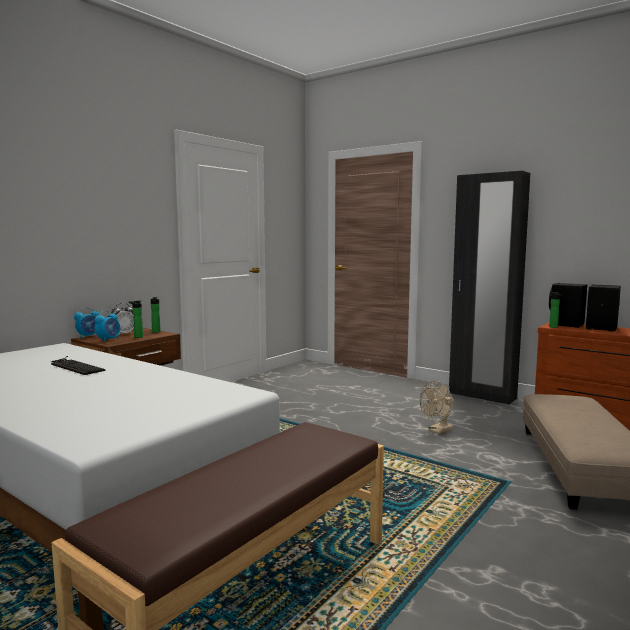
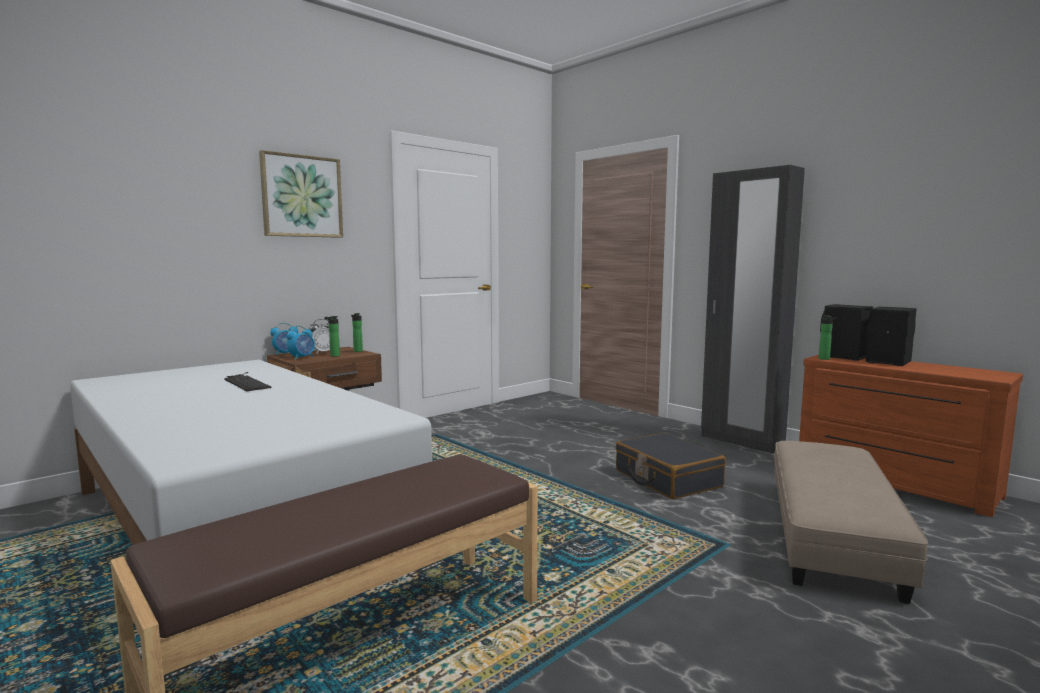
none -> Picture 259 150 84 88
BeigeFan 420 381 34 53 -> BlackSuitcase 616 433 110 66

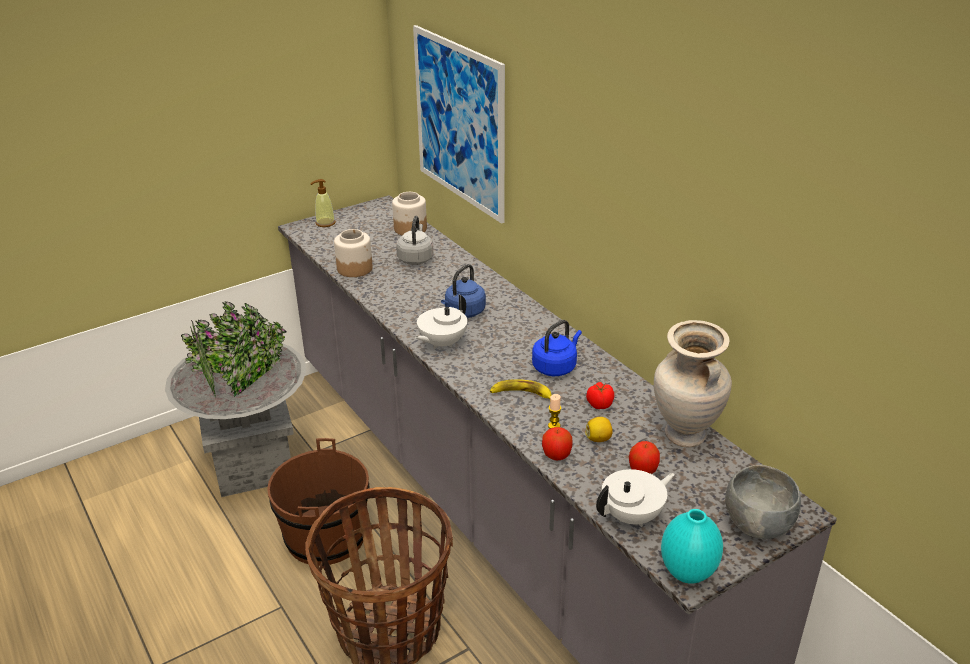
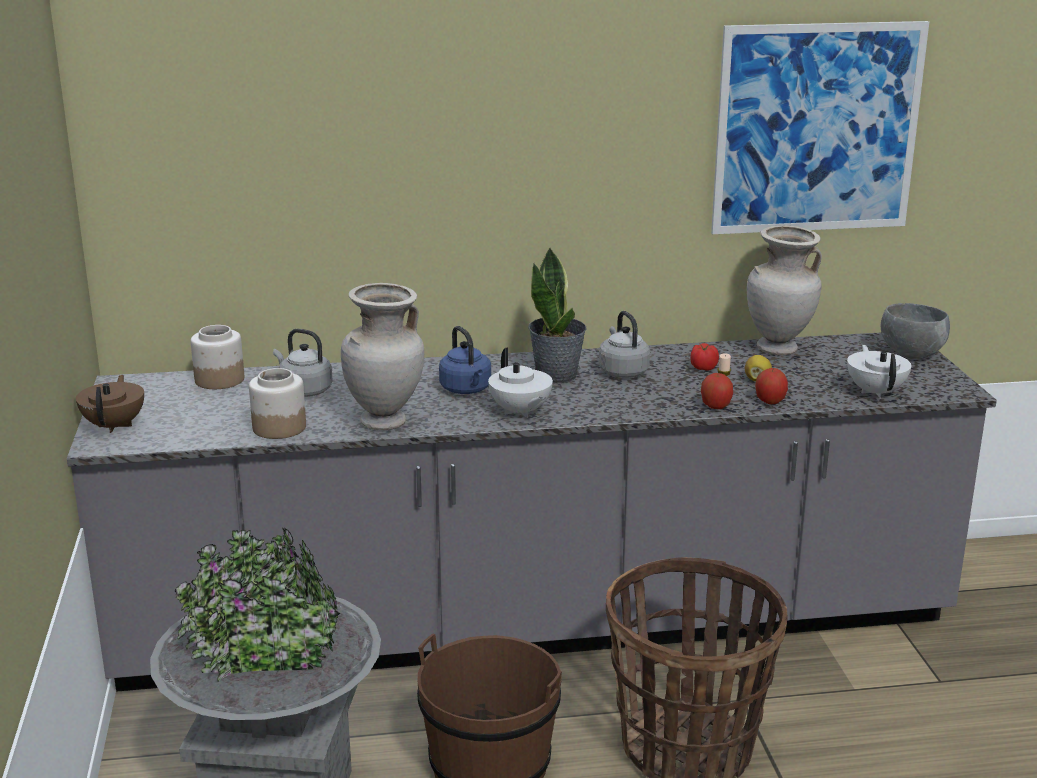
SoapDispenser 310 179 26 48 -> BrownTeapot 76 375 68 58
none -> BeigeVase 341 283 83 147
none -> PottedPlant 528 247 59 136
BlueKettle 532 320 50 56 -> GreyKettle 599 311 51 67
Apple 629 441 31 33 -> Apple 701 373 32 36, relocated
Picture 413 25 92 199 -> Picture 711 21 218 213, relocated
Banana 490 380 62 19 -> none
TurquoiseVase 661 509 62 75 -> none

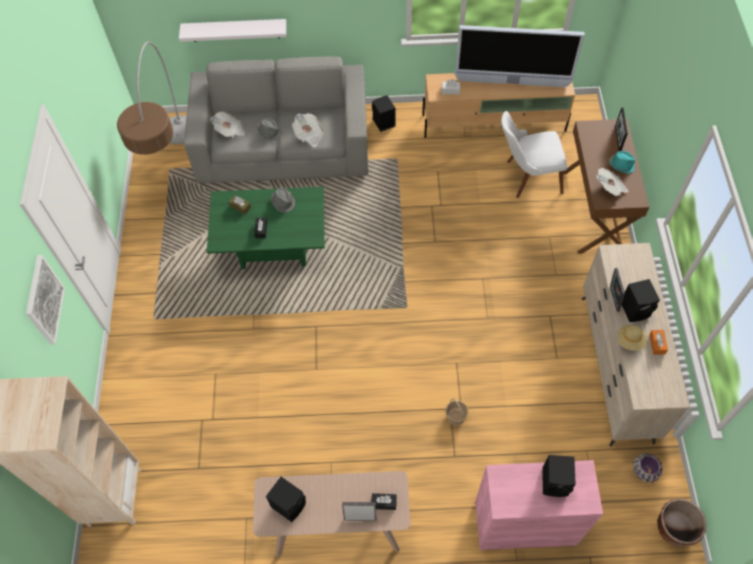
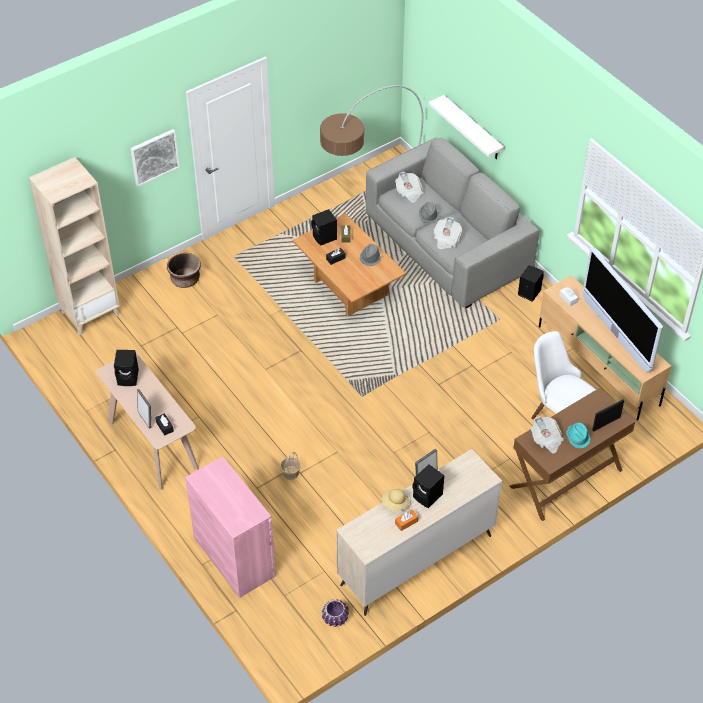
BrownPlanter 657 499 49 48 -> BrownPlanter 167 253 34 35, relocated
GreenCoffeeTable 207 187 118 82 -> BrownCoffeeTable 292 213 114 103
BlackSpeaker 542 455 34 42 -> BlackSpeaker 311 209 26 37, relocated

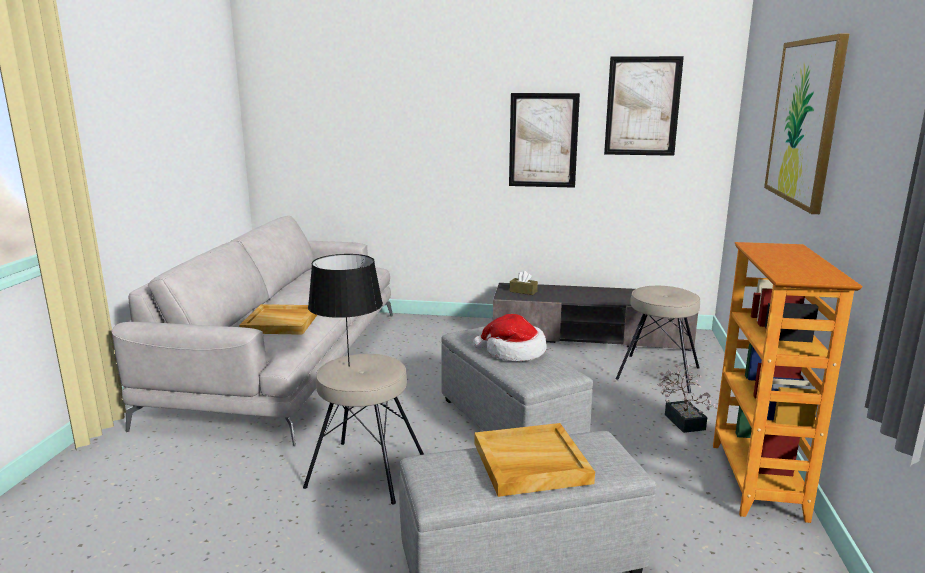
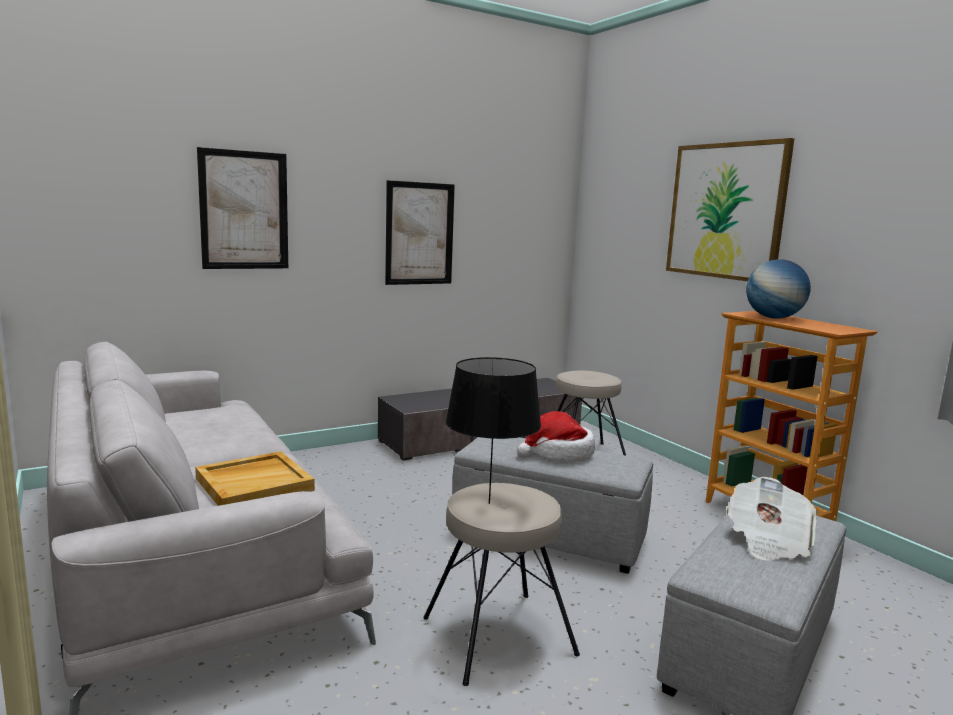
Picture 604 56 80 100 -> Picture 197 147 91 122, relocated
BeigeTray 474 423 121 74 -> Newspaper 726 477 91 84
none -> Globe 746 259 65 60
BrownTissueBox 509 271 29 24 -> none
PottedPlant 657 364 60 69 -> none

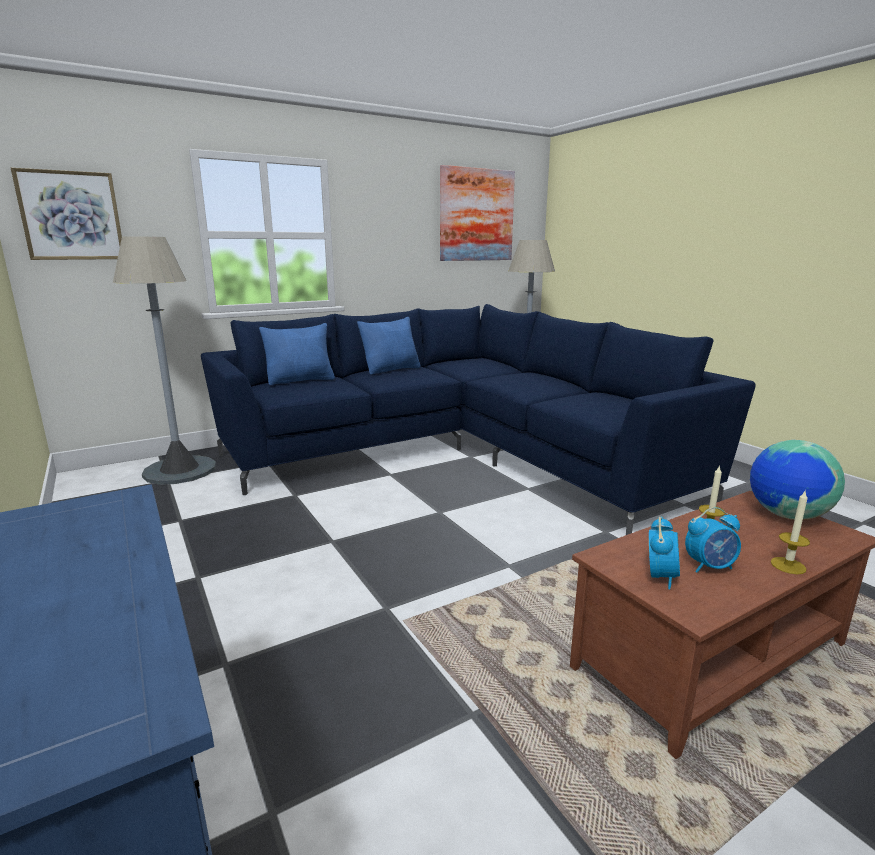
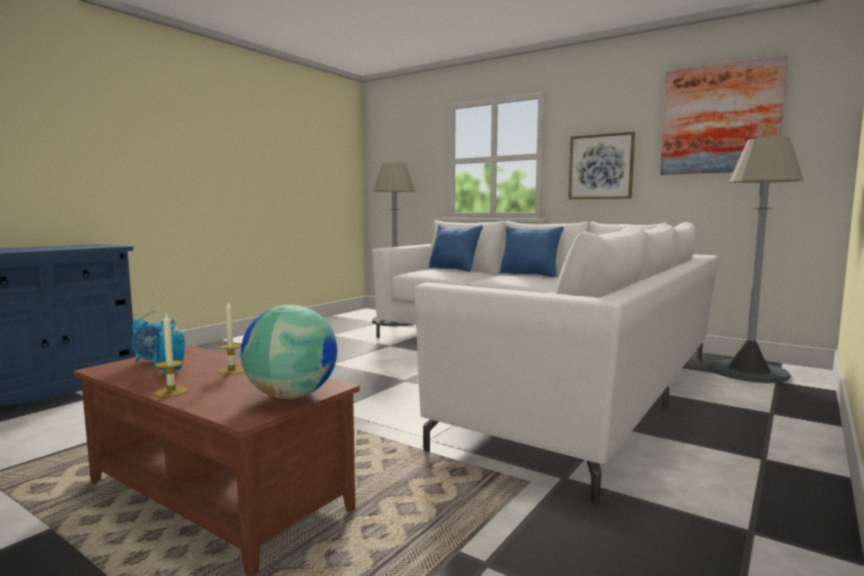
BlueSofa 201 304 555 231 -> WhiteSofa 372 220 347 284
Picture 11 168 111 92 -> Picture 568 132 67 67, relocated

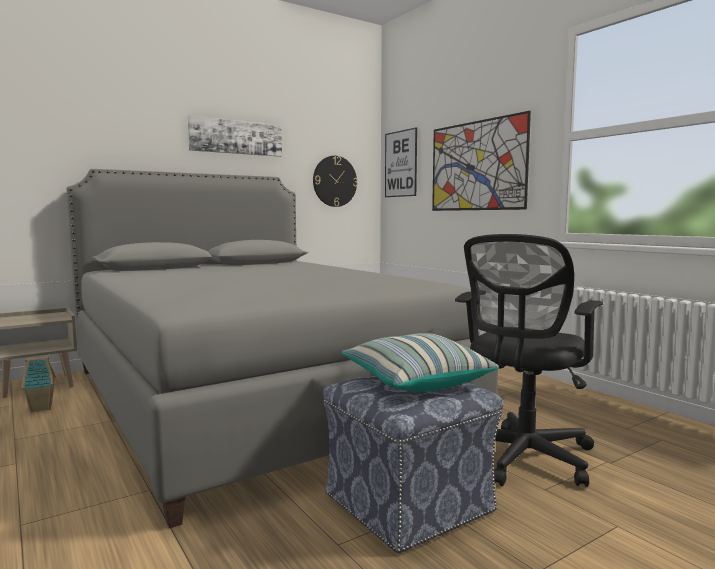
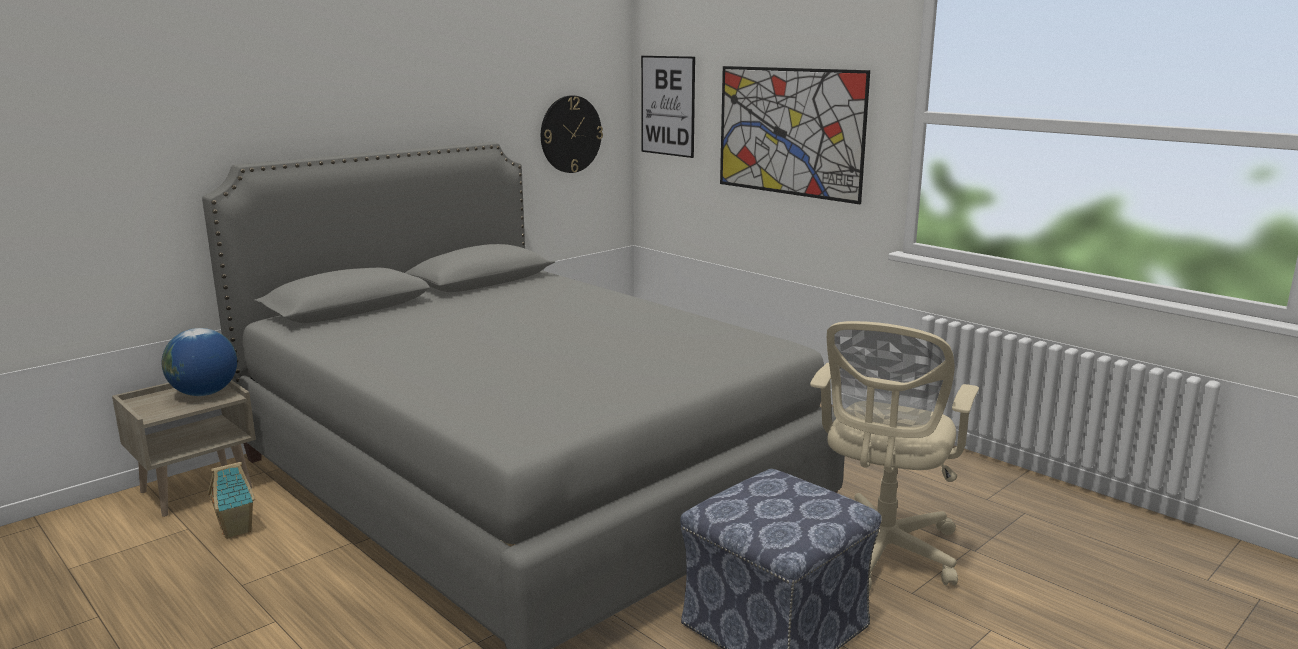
none -> Globe 162 328 75 68
BlackOfficeChair 455 234 148 253 -> BeigeOfficeChair 810 321 169 271
Picture 188 115 94 42 -> none
Pillow 341 333 158 59 -> none

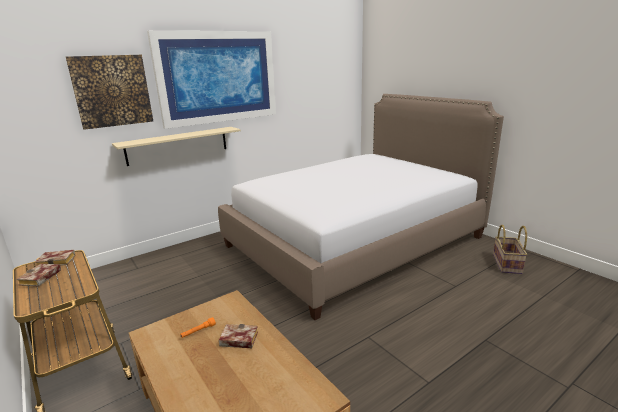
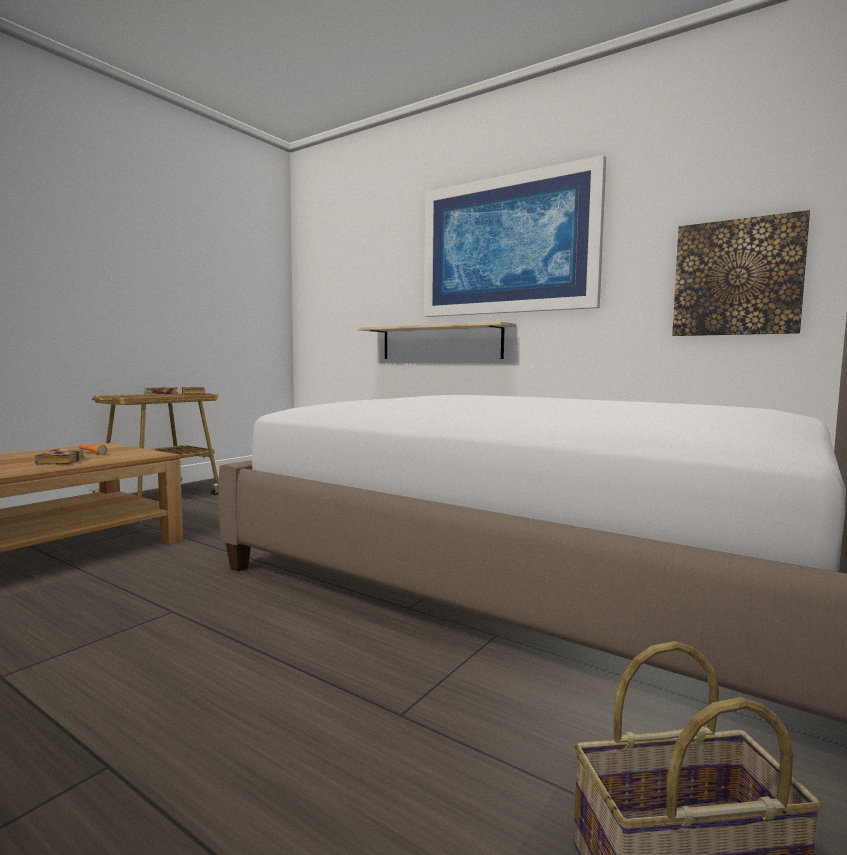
Picture 66 55 87 75 -> Picture 672 210 138 126, relocated

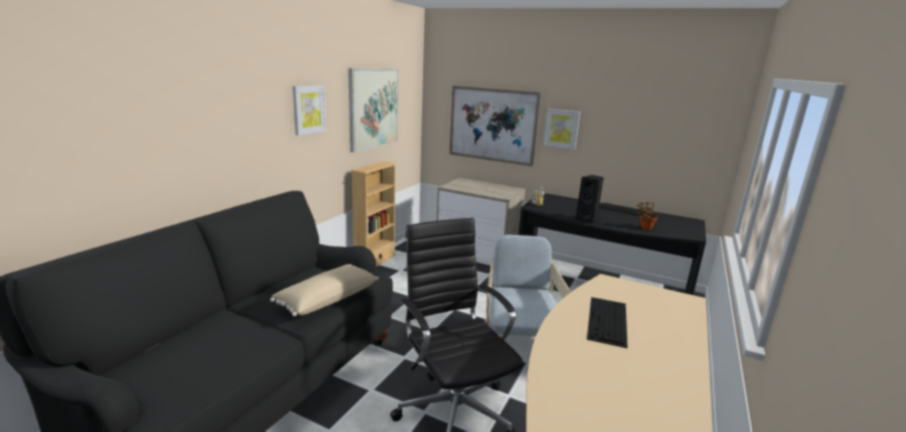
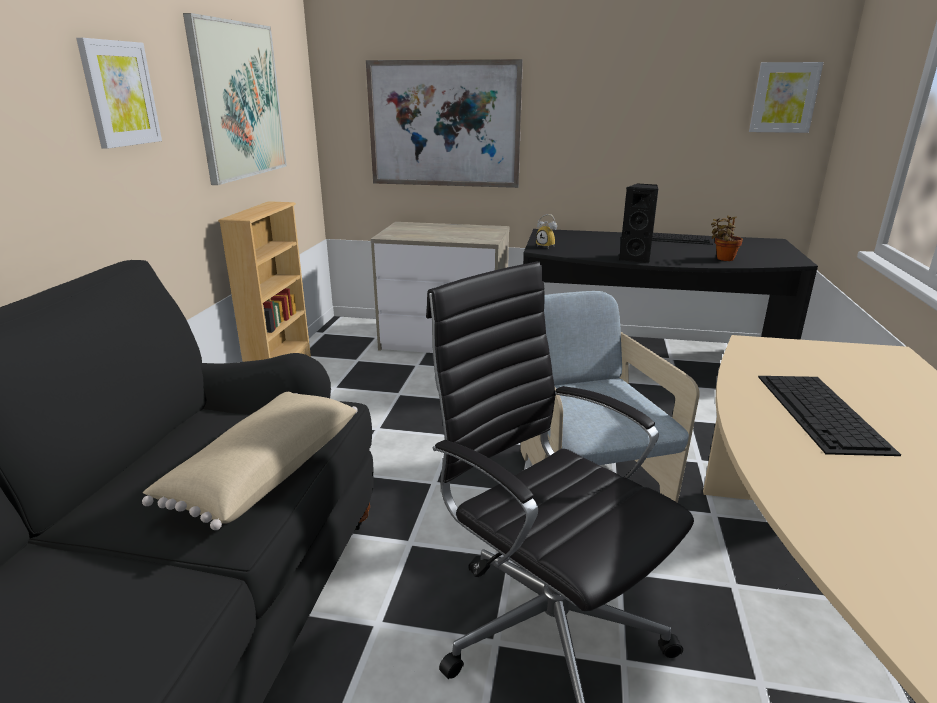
Picture 543 109 37 41 -> Picture 749 62 75 71, relocated

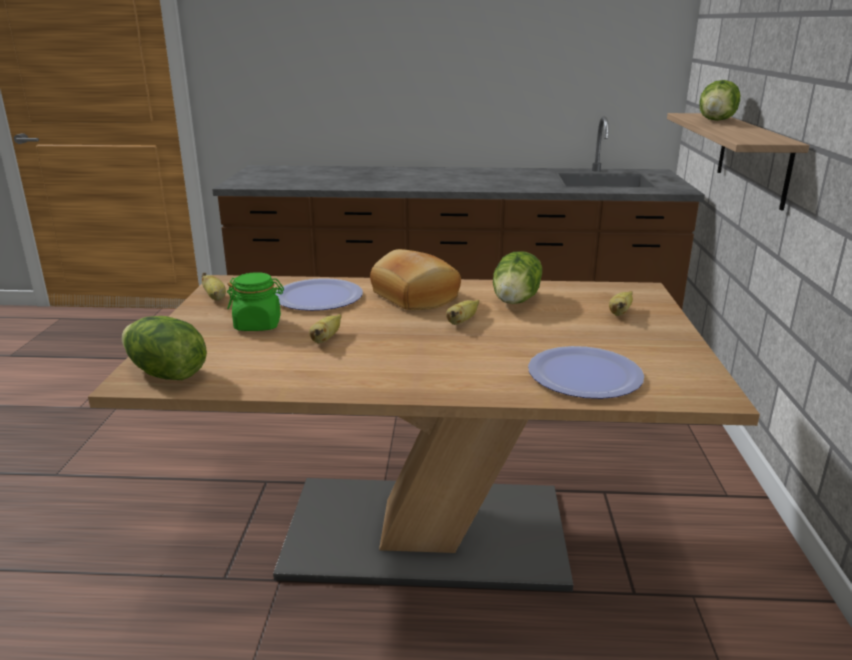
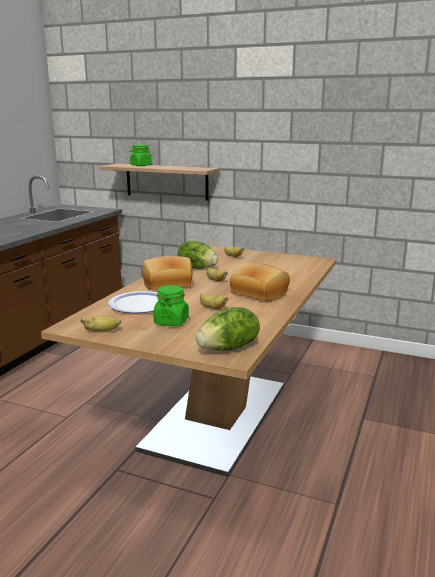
Lettuce 699 80 41 41 -> GreenJar 130 145 22 21
none -> Bread 230 263 60 38
Plate 528 346 116 53 -> none

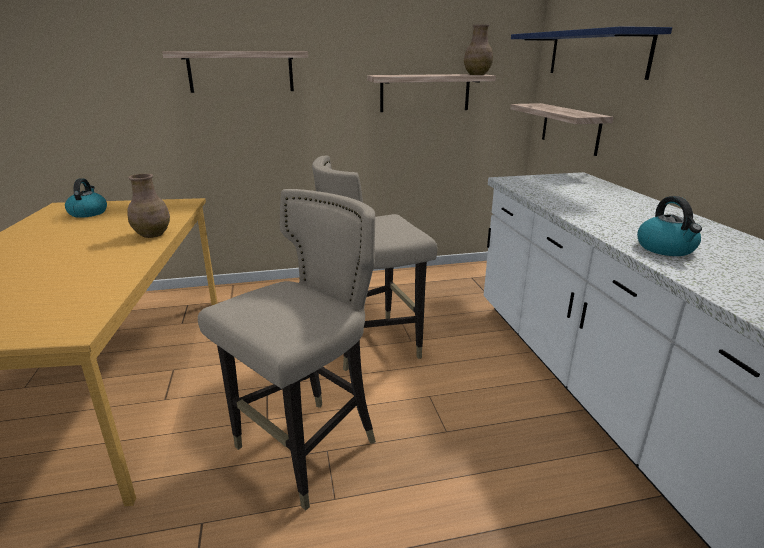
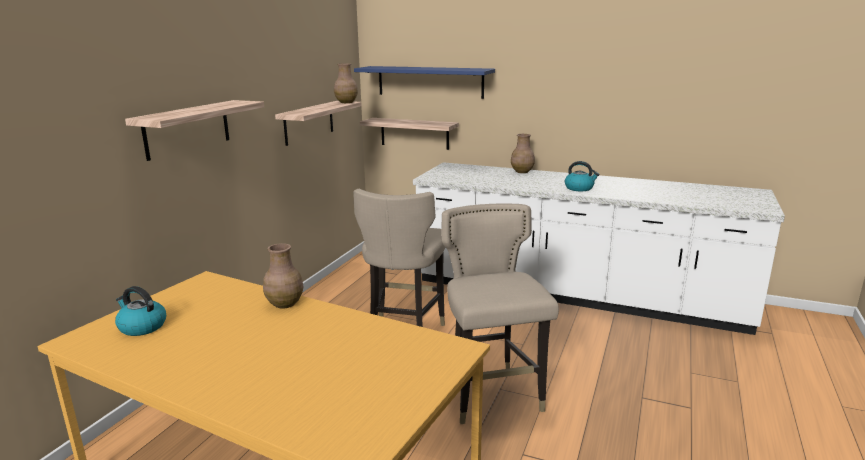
none -> BrownVase 511 134 24 39

